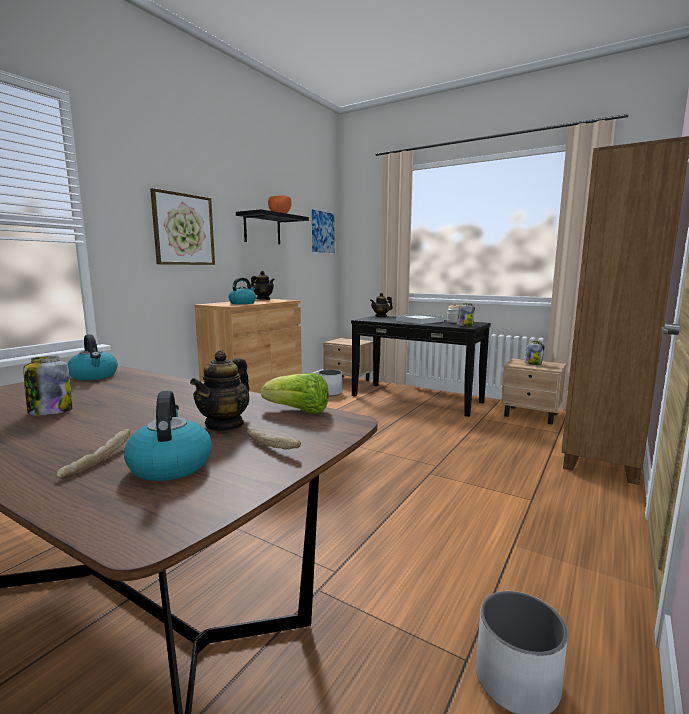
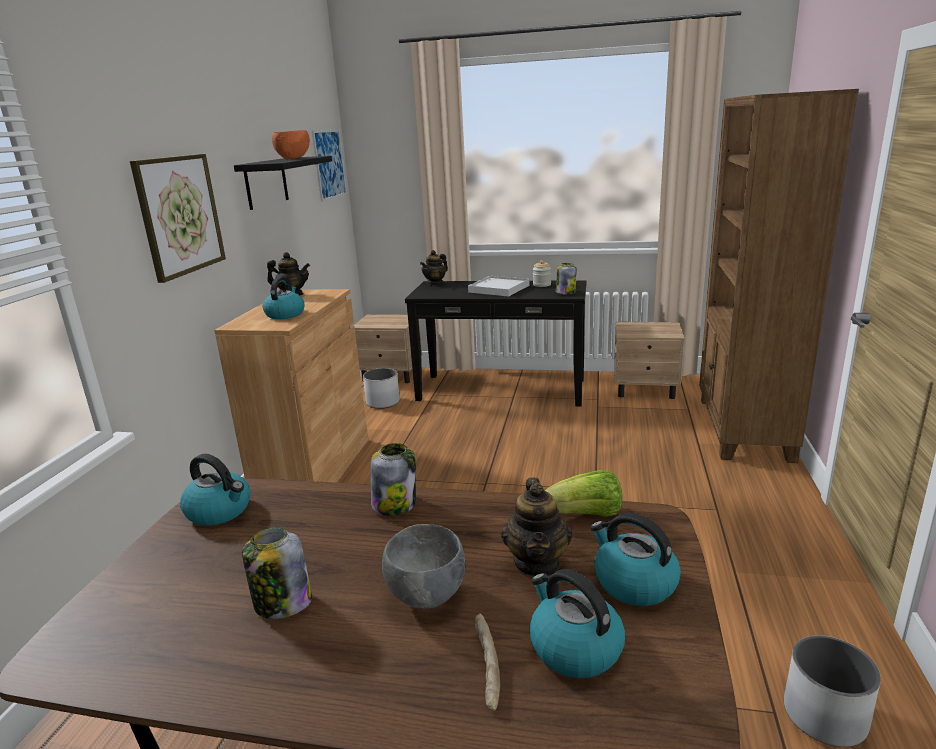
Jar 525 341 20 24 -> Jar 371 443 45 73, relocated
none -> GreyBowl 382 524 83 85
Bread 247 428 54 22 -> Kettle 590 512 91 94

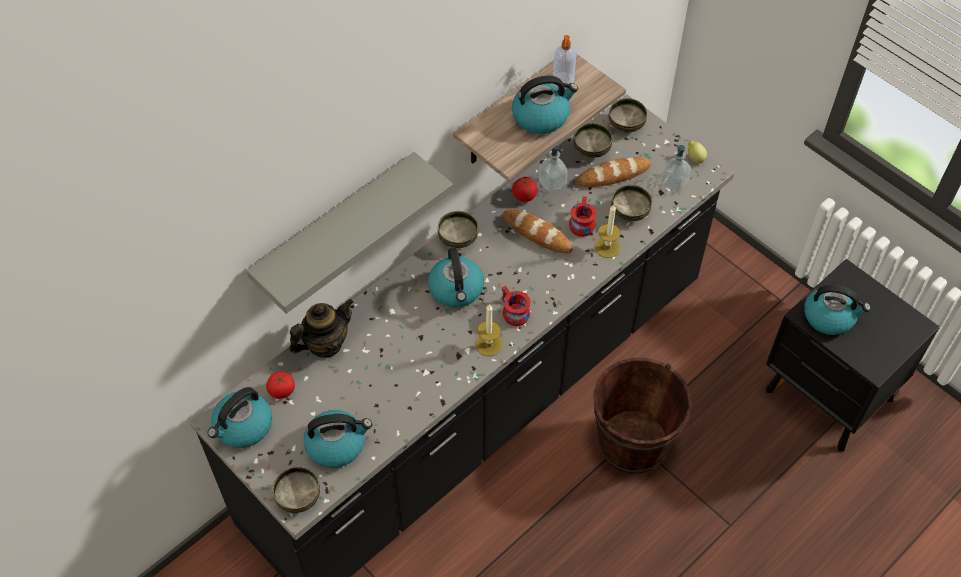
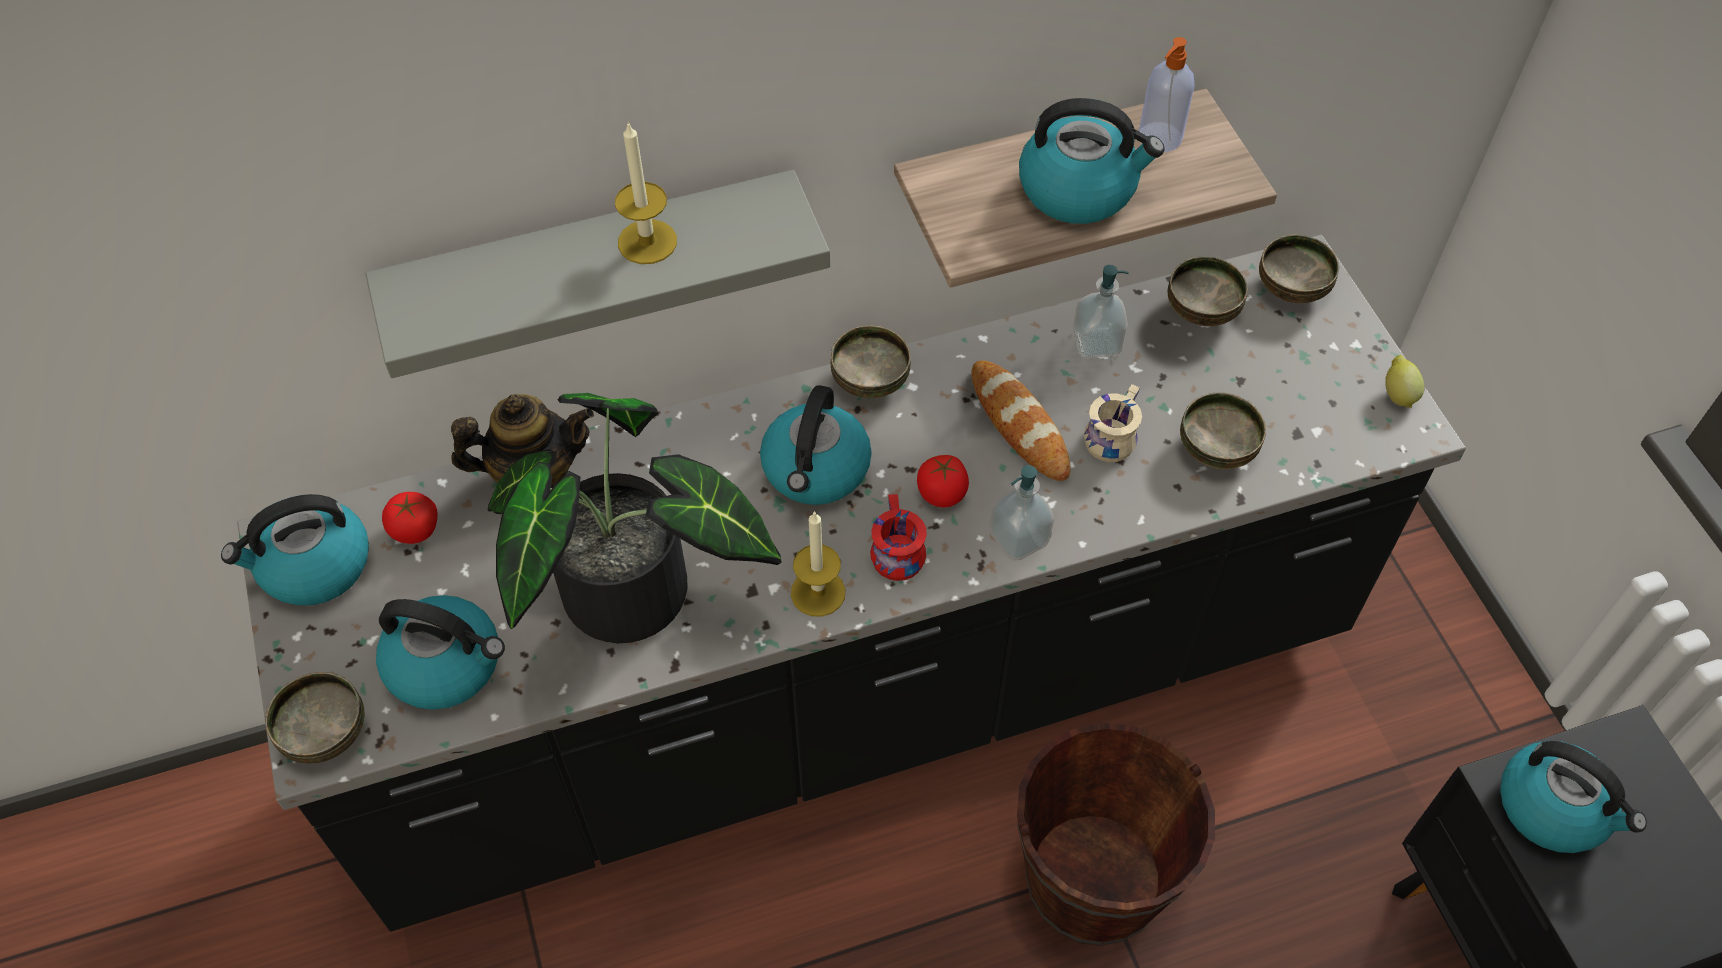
none -> PottedPlant 488 393 293 250
Candle 594 204 27 54 -> Candle 615 121 62 143, relocated
Tomato 512 177 25 25 -> Tomato 917 455 52 52, relocated
SoapDispenser 661 145 30 48 -> SoapDispenser 989 465 65 96, relocated
RedMug 569 196 27 41 -> BeigeMug 1084 384 58 78
Bread 576 157 75 30 -> none

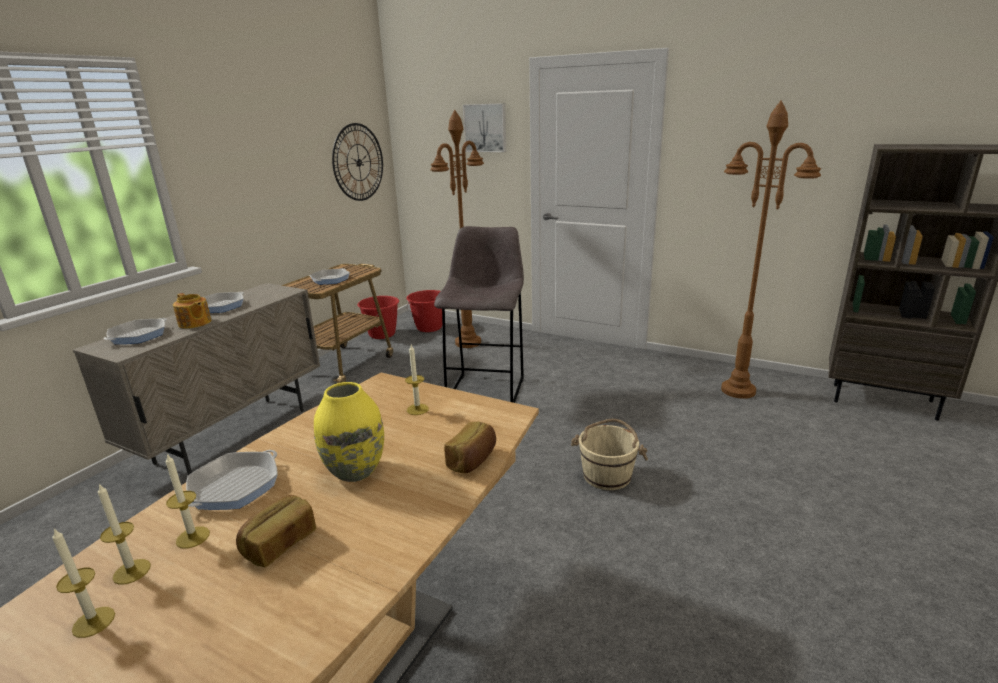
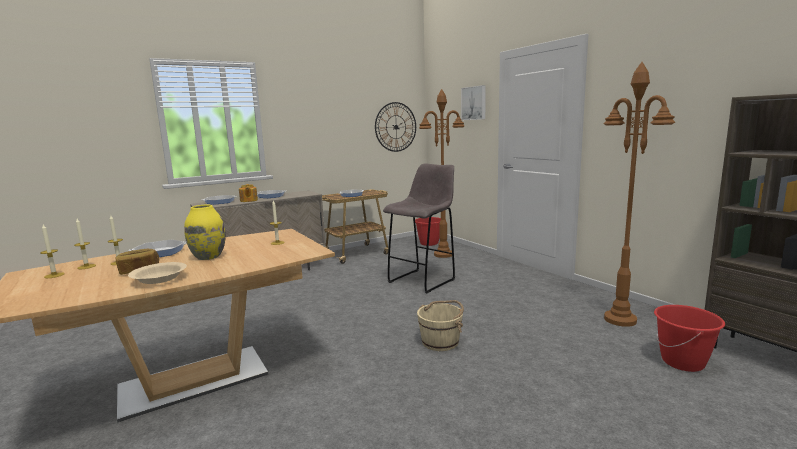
none -> BeigeBowl 128 262 59 22
RedBucket 357 296 42 43 -> RedBucket 654 305 71 67, relocated
Bread 444 421 52 52 -> none

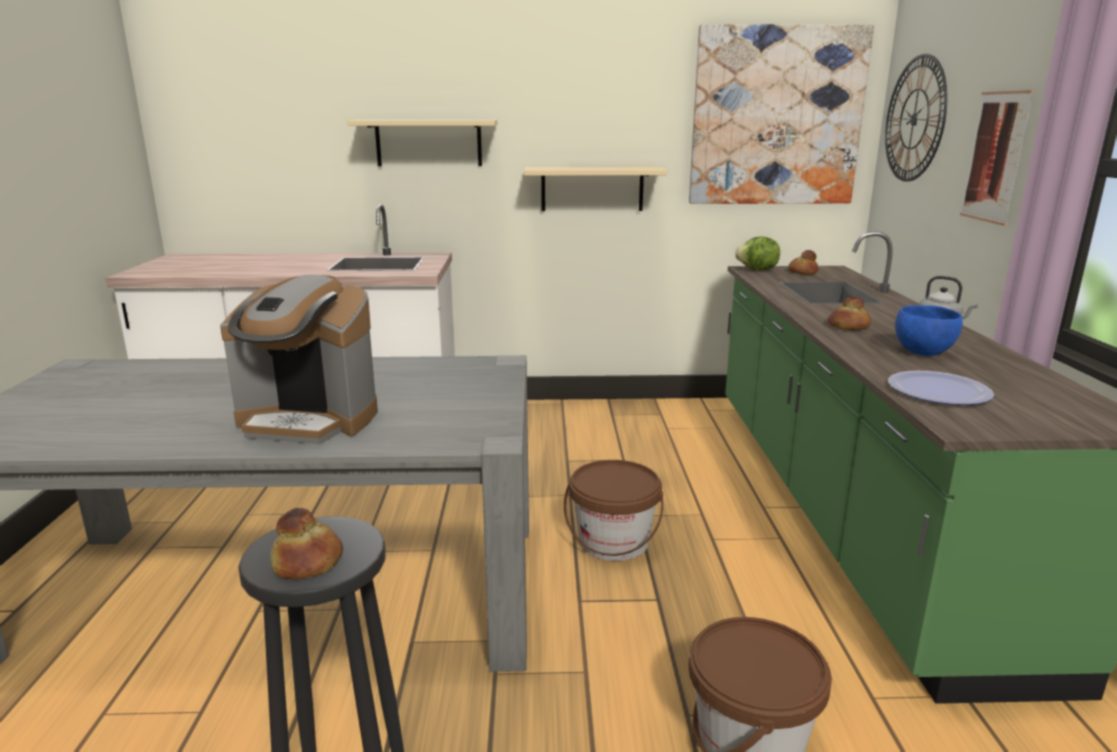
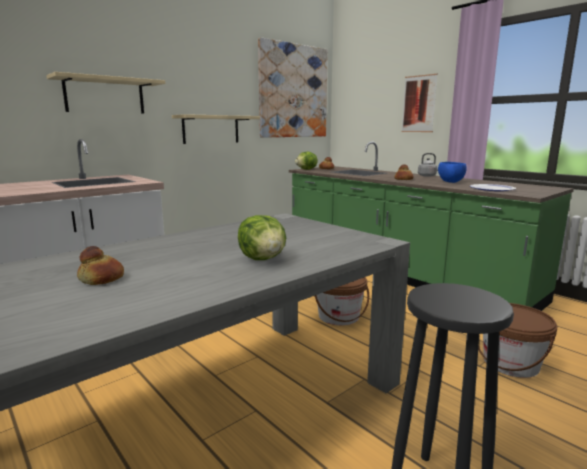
Bread 270 508 73 72 -> Bread 77 246 47 39, relocated
CoffeeMachine 220 274 158 170 -> Lettuce 238 215 48 45
WallClock 885 54 62 128 -> none

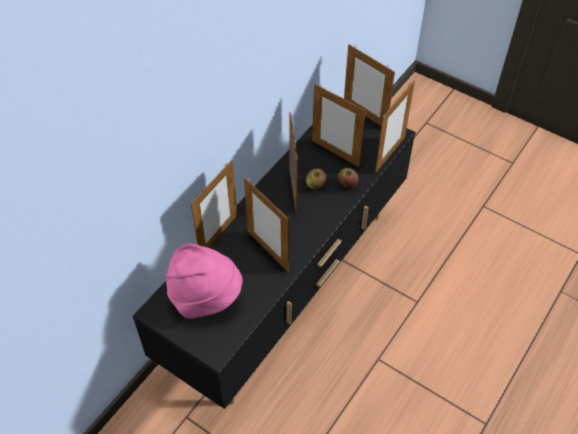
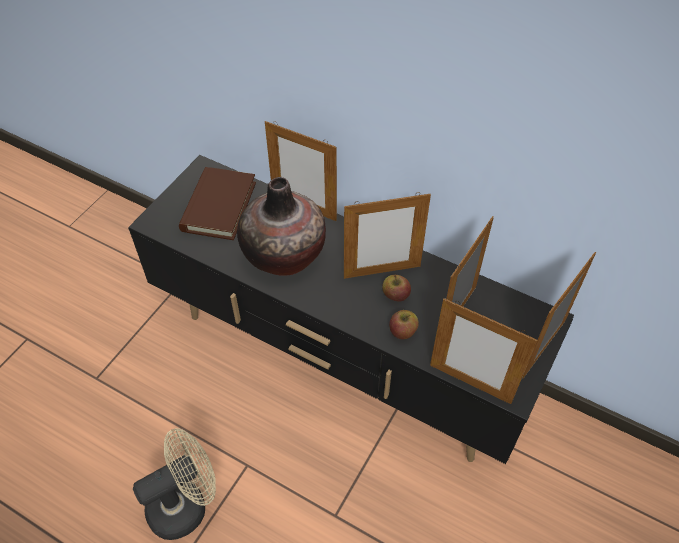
none -> BeigeFan 133 428 83 112
PinkHat 166 243 77 76 -> BrownBook 179 167 77 73
PictureFrame 244 177 45 95 -> Vase 237 177 89 99

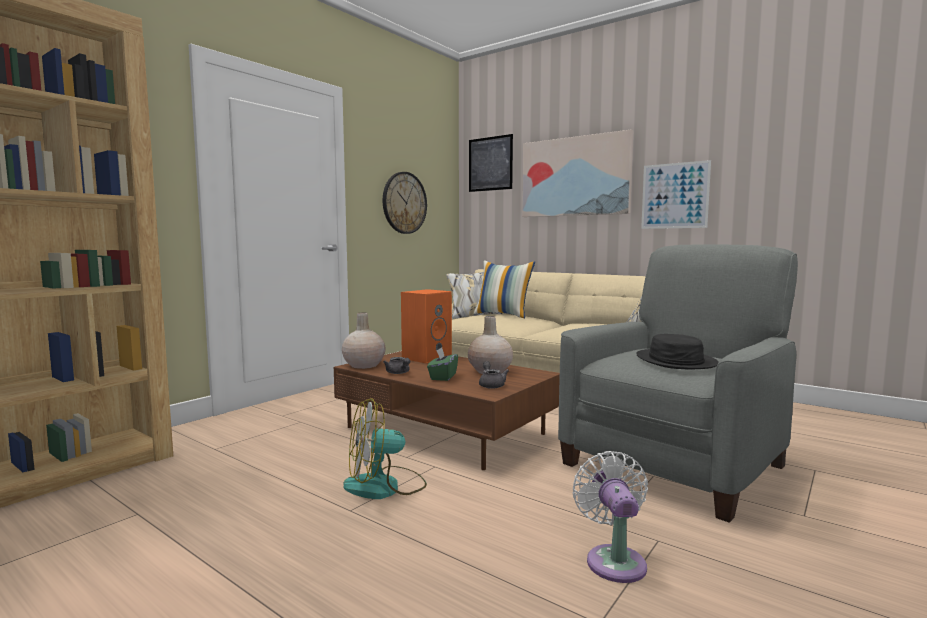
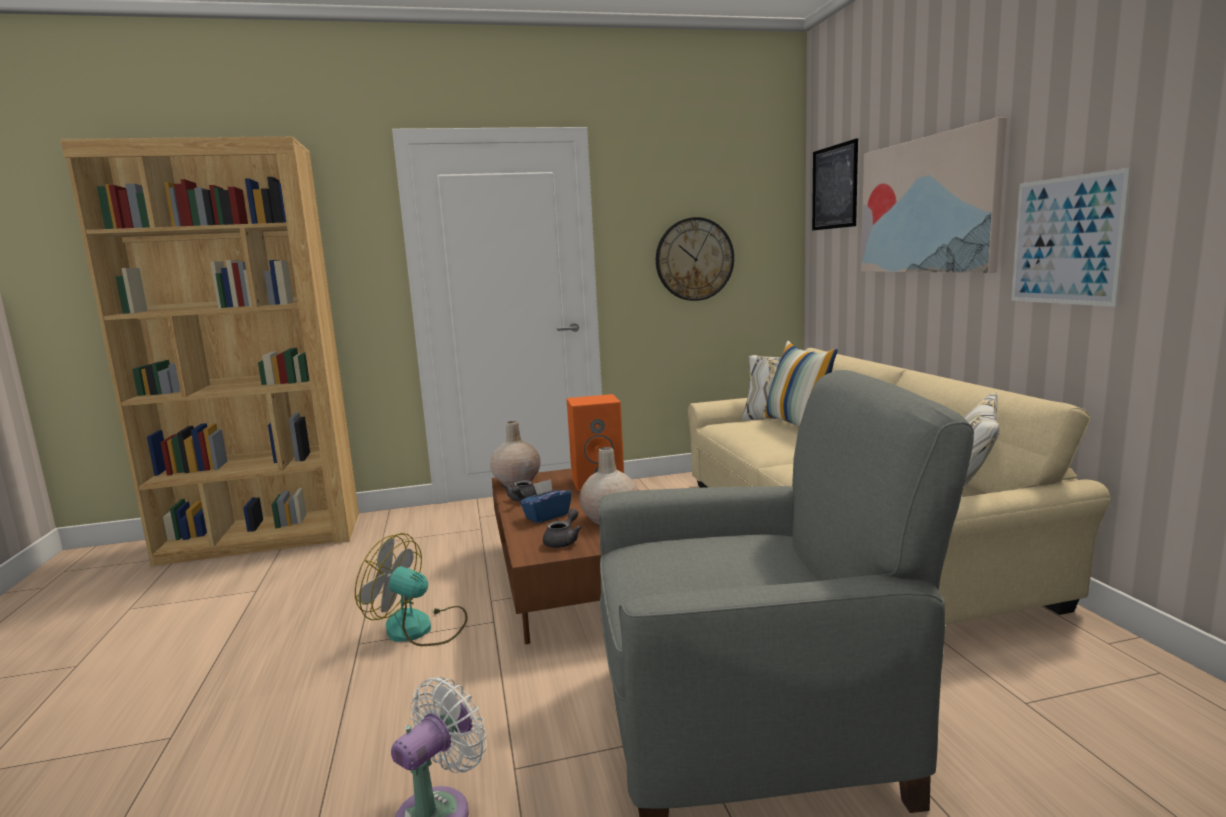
GreenTissueBox 427 347 31 34 -> BlueTissueBox 520 479 52 44
BlackHat 636 334 83 35 -> none

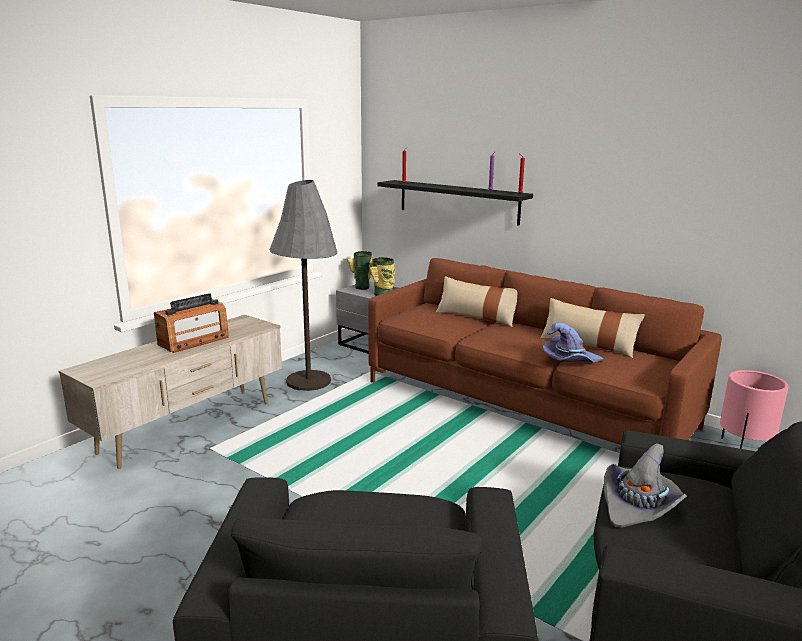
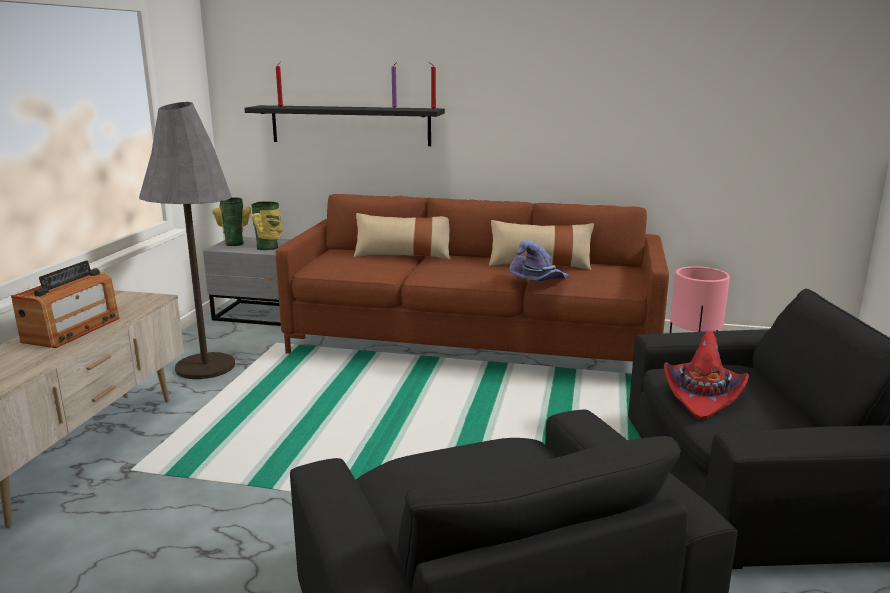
GreyHat 604 443 83 85 -> RedHat 664 331 85 89

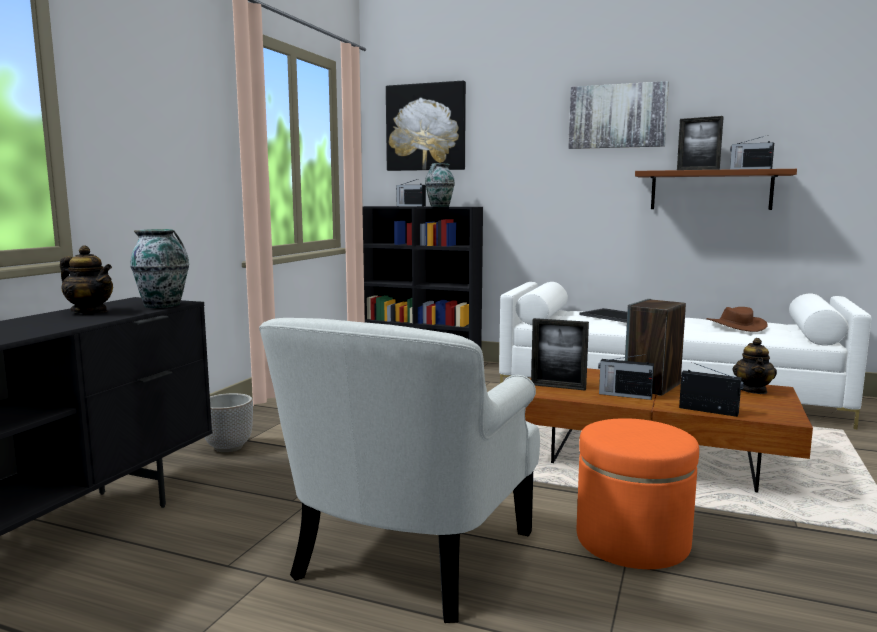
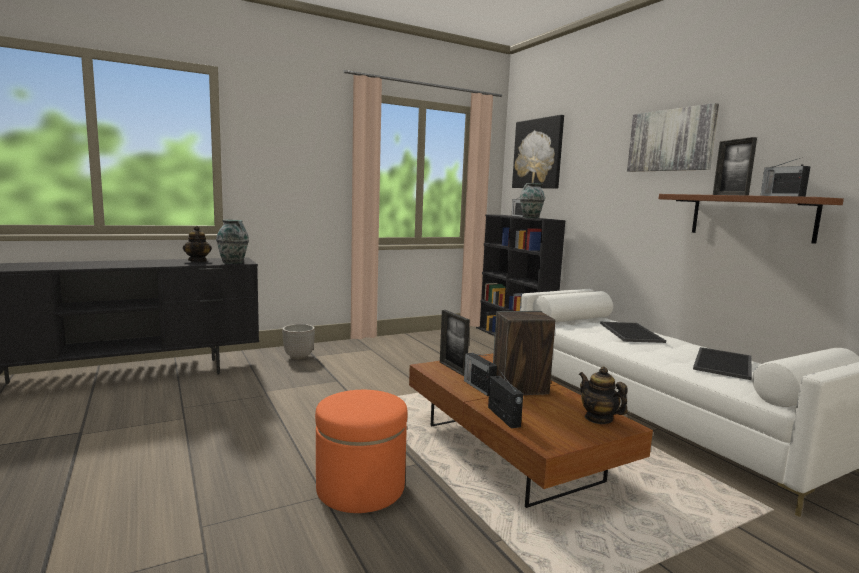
Teapot 732 338 45 56 -> Teapot 579 367 49 57, 90 degrees clockwise
BrownHat 706 307 62 25 -> Tray 693 347 59 33
WhiteArmchair 259 318 281 305 -> none

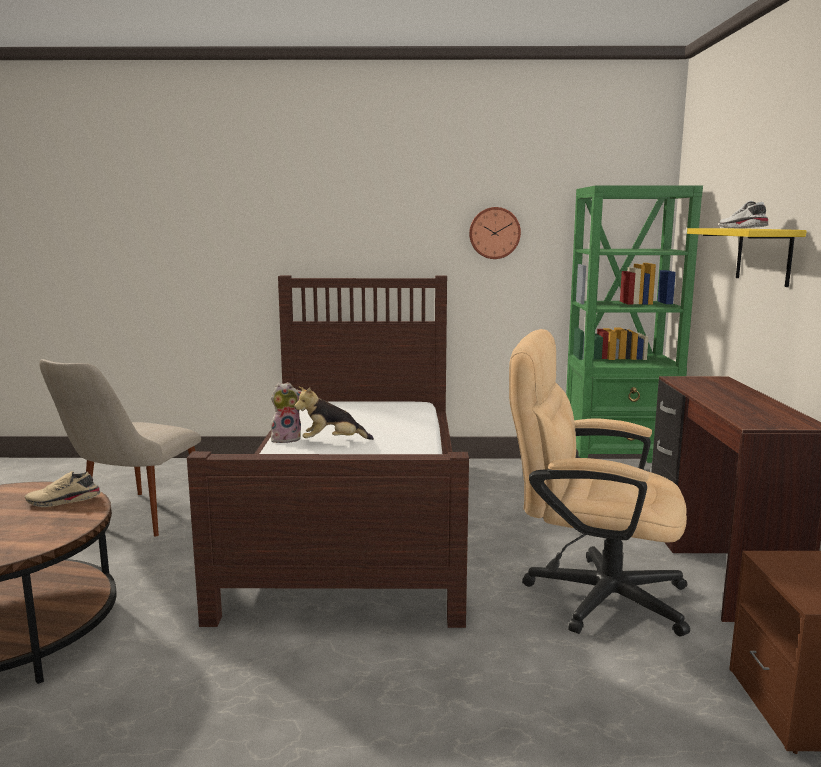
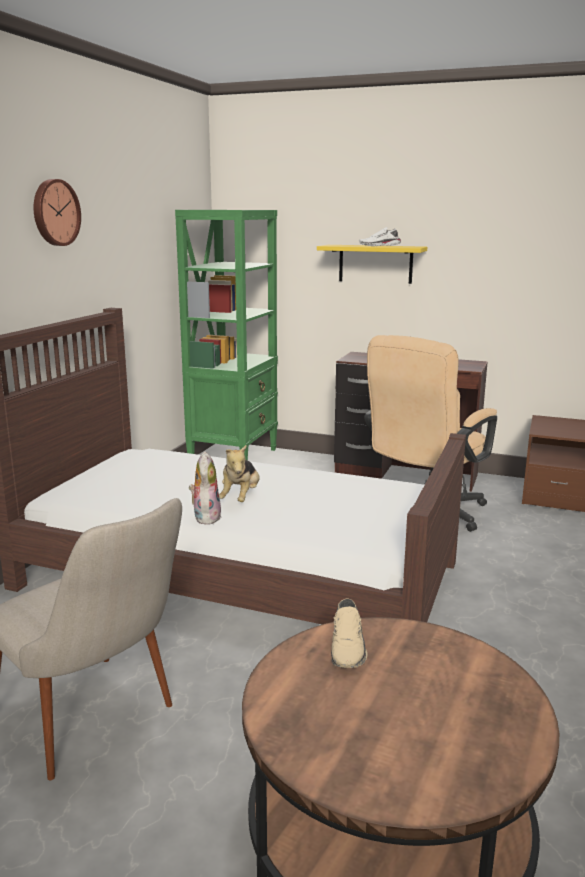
WallClock 469 207 52 52 -> WallClock 34 179 47 67, relocated

